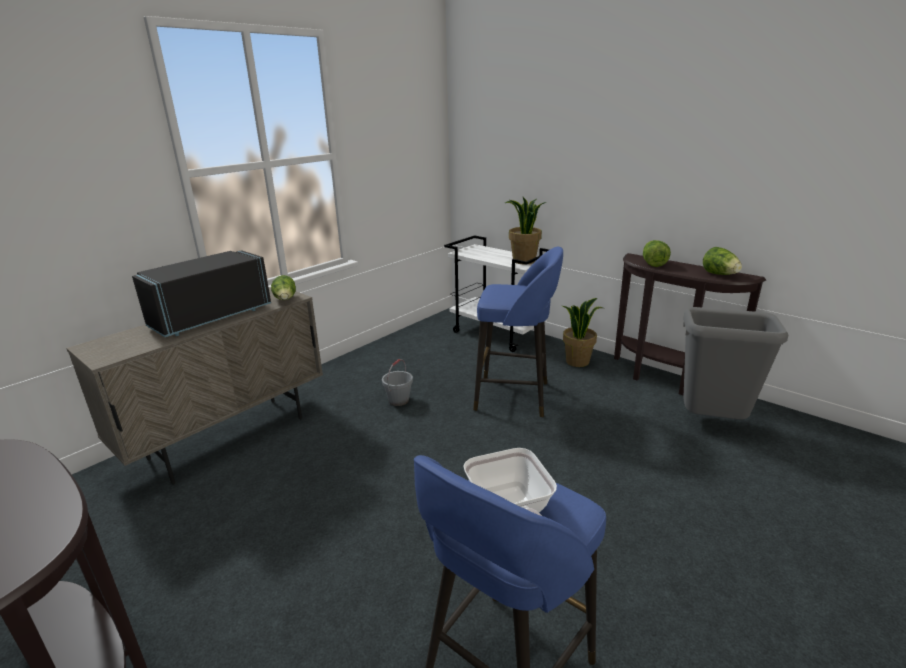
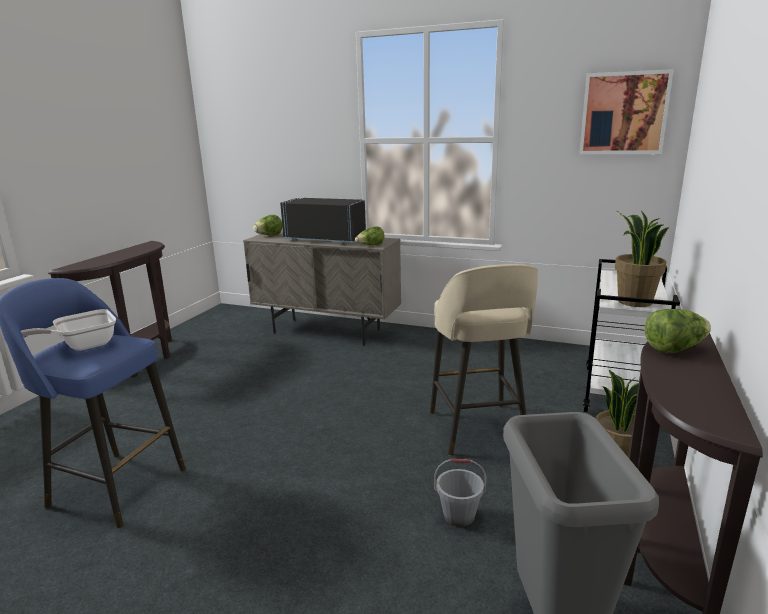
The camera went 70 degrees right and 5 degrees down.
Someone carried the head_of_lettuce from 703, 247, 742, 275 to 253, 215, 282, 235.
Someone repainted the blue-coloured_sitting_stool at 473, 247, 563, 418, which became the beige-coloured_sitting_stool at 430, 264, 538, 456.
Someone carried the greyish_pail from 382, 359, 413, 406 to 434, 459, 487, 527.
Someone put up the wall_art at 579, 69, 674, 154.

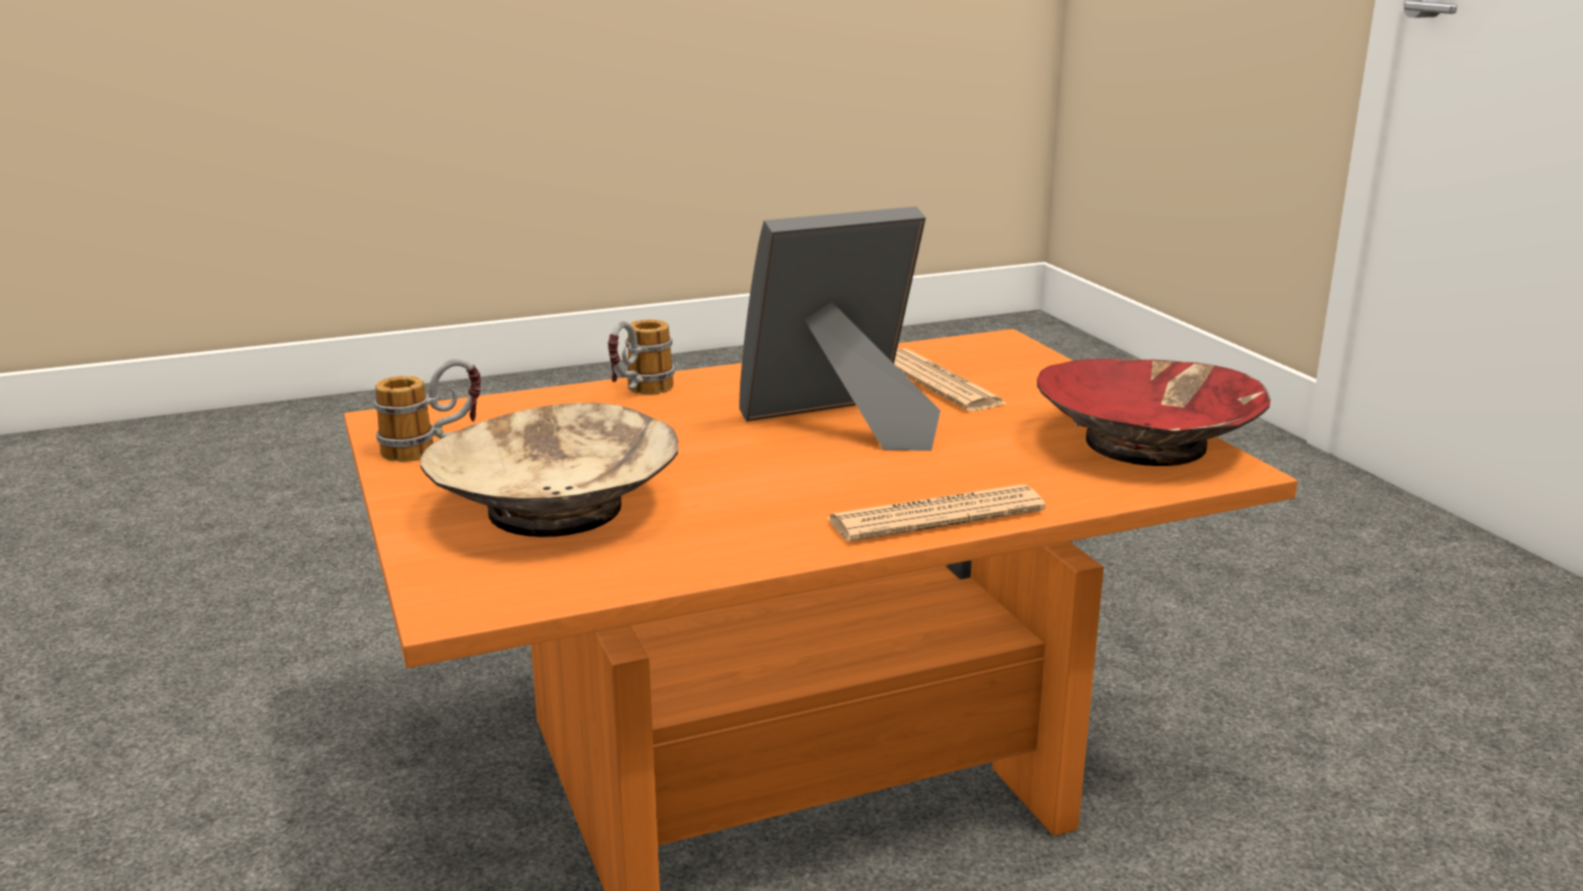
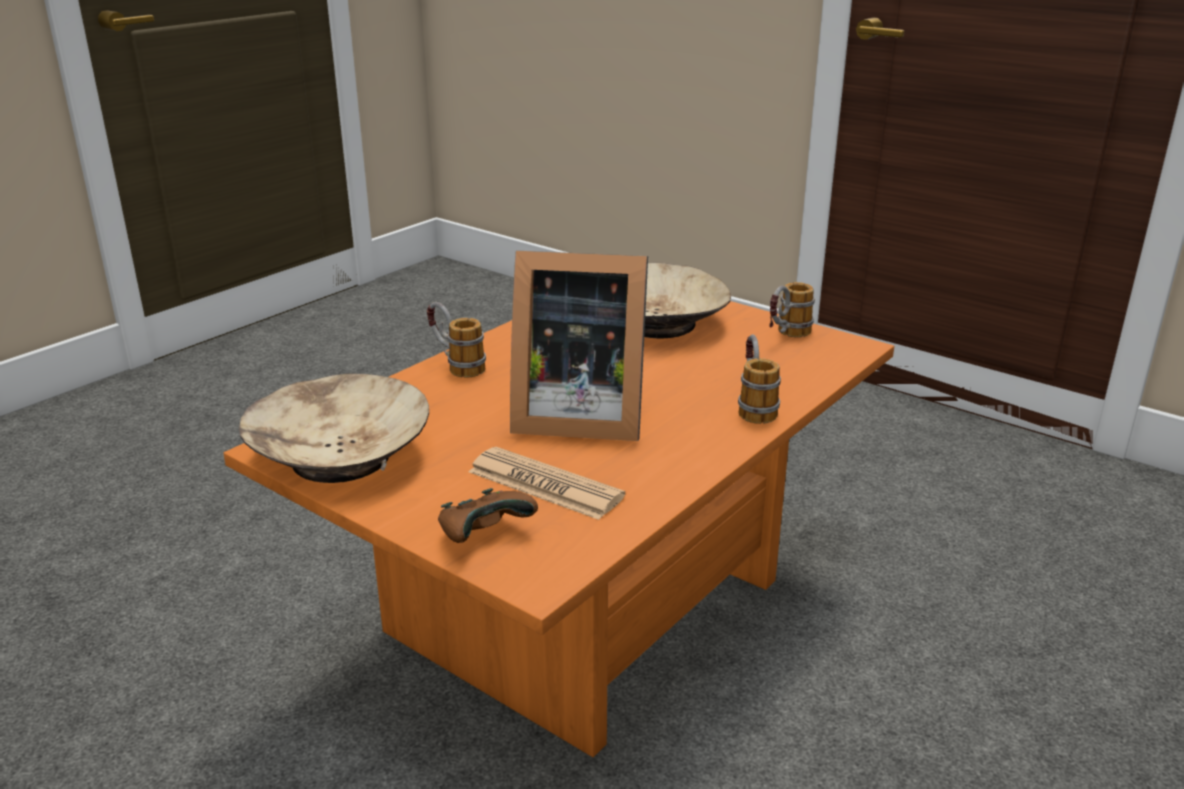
The camera went 150 degrees right and 5 degrees up.
Someone repainted the reddish_bowl at 1037, 359, 1271, 466, which became the beige-coloured_bowl at 239, 373, 429, 483.
Someone swapped the daily_paper at 828, 485, 1045, 542 for the coffee_mug at 427, 302, 486, 378.
Someone put down the brownish_joypad at 438, 488, 538, 543.
Someone rotated the picture_frame at 739, 206, 941, 451 by 60 degrees clockwise.

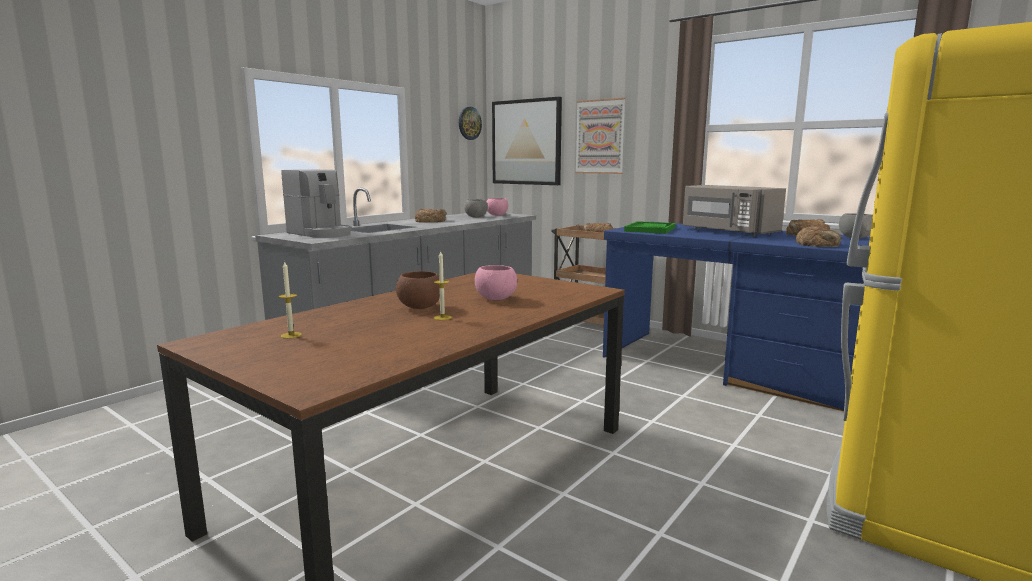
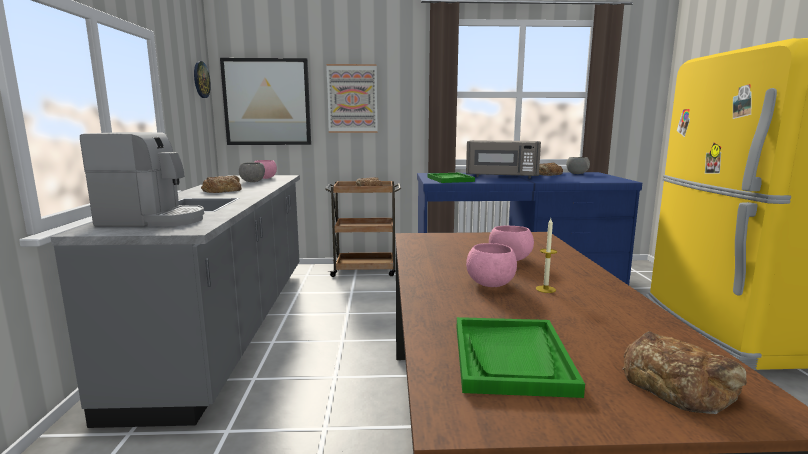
The camera went 40 degrees left and 0 degrees up.
Someone swapped the candle at 278, 262, 302, 339 for the greenish_carrying_tray at 457, 317, 585, 398.
Someone repainted the brownish_bowl at 396, 271, 440, 309, which became the pink_bowl at 466, 243, 517, 287.
Someone carried the baked_bread from 796, 225, 841, 247 to 622, 331, 747, 414.

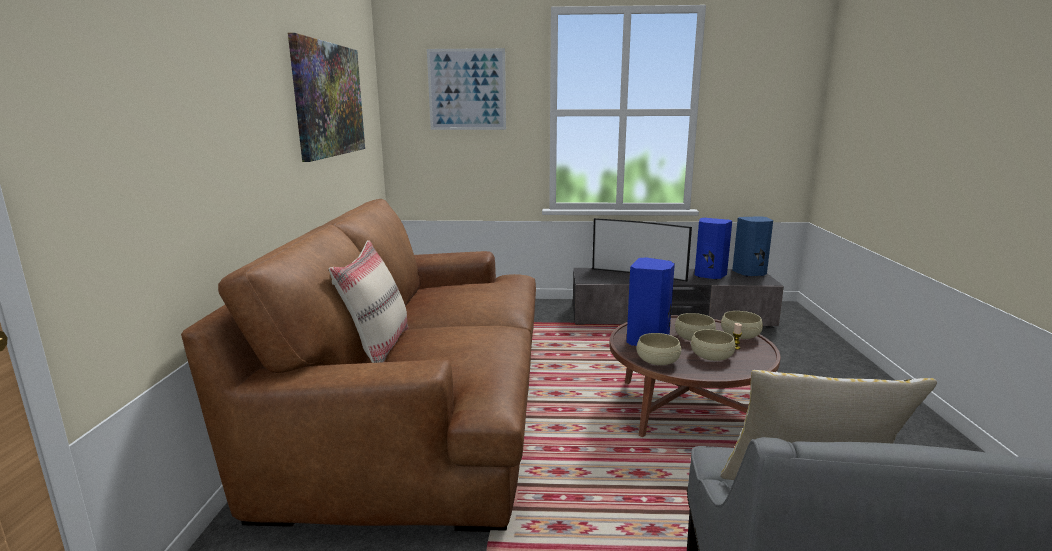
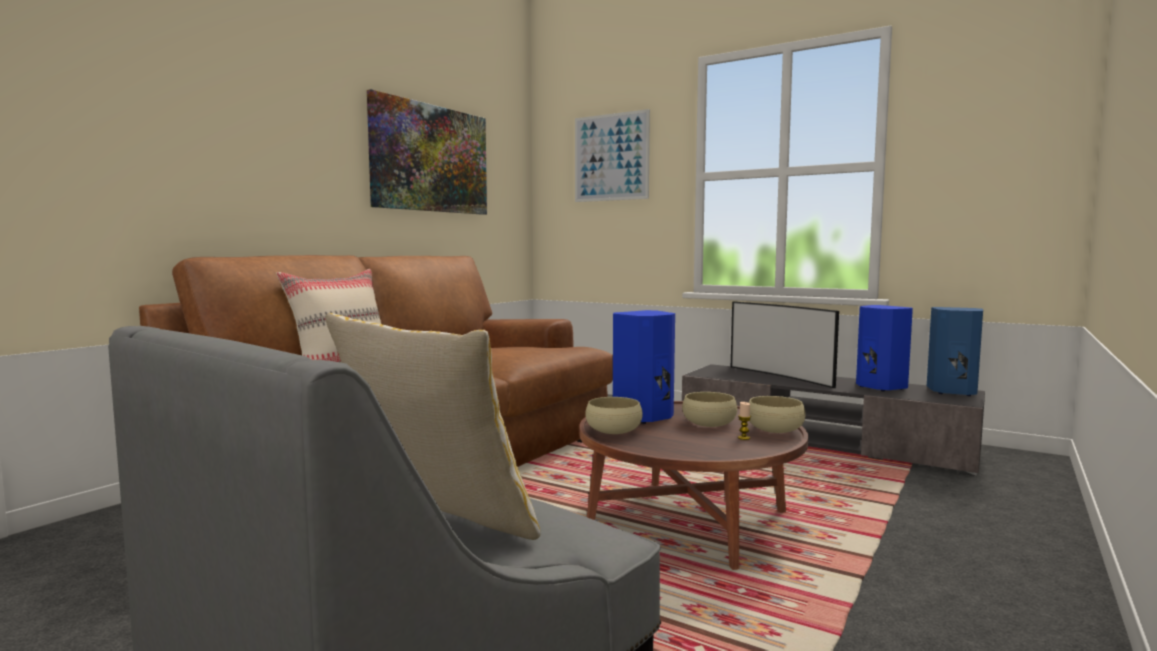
The camera went 30 degrees right and 10 degrees down.
Someone took away the beige-coloured_bowl at 691, 329, 736, 361.

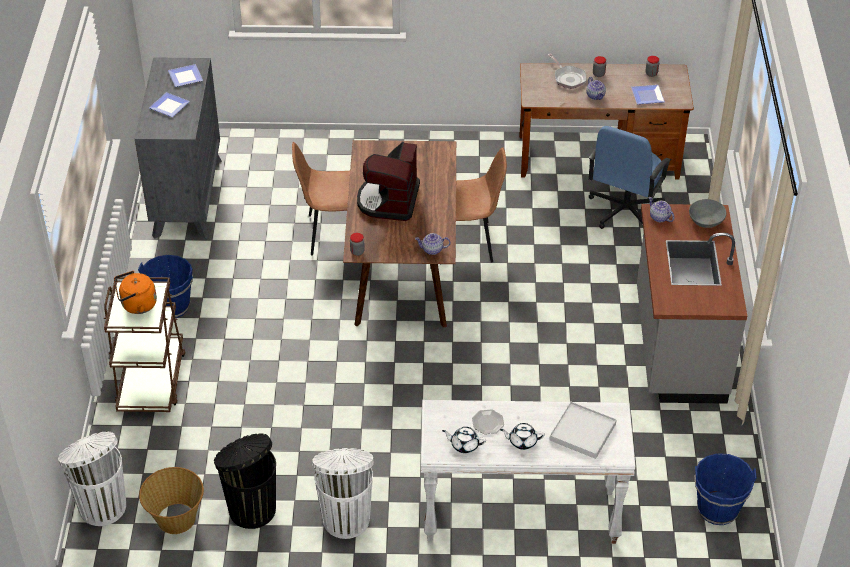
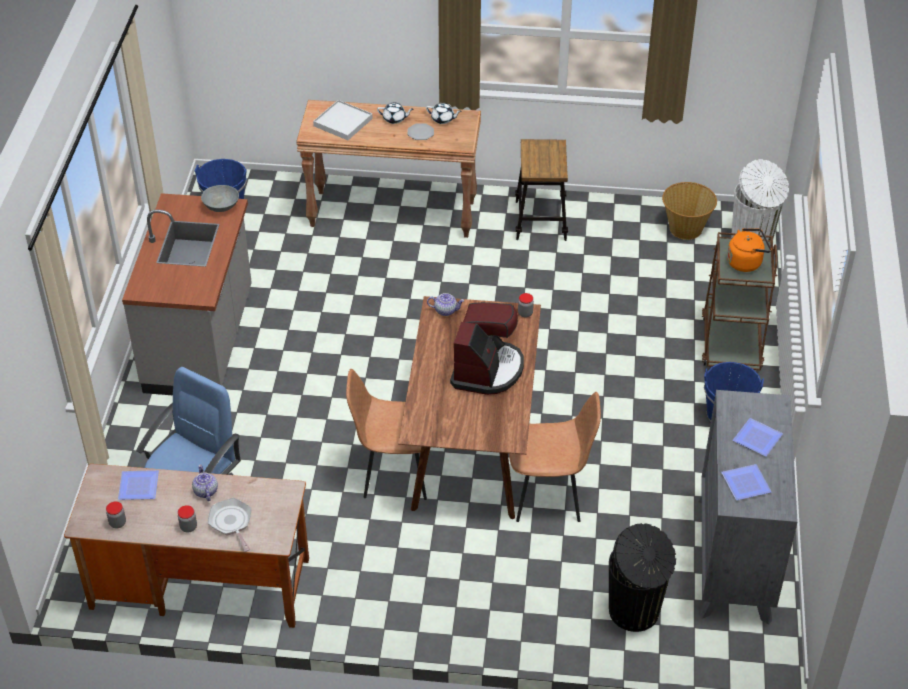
The camera went 175 degrees left and 0 degrees up.
Someone carried the greyish_bowl from 689, 199, 726, 228 to 201, 185, 239, 212.
Someone repainted the white_hall_table at 421, 400, 636, 544, which became the brownish_hall_table at 296, 100, 481, 238.
Someone swapped the white_waste_bin at 312, 448, 374, 539 for the sitting_stool at 515, 139, 568, 241.
Someone carried the black_waste_bin from 214, 433, 276, 529 to 609, 523, 676, 632.
Someone took away the teapot at 648, 197, 675, 222.

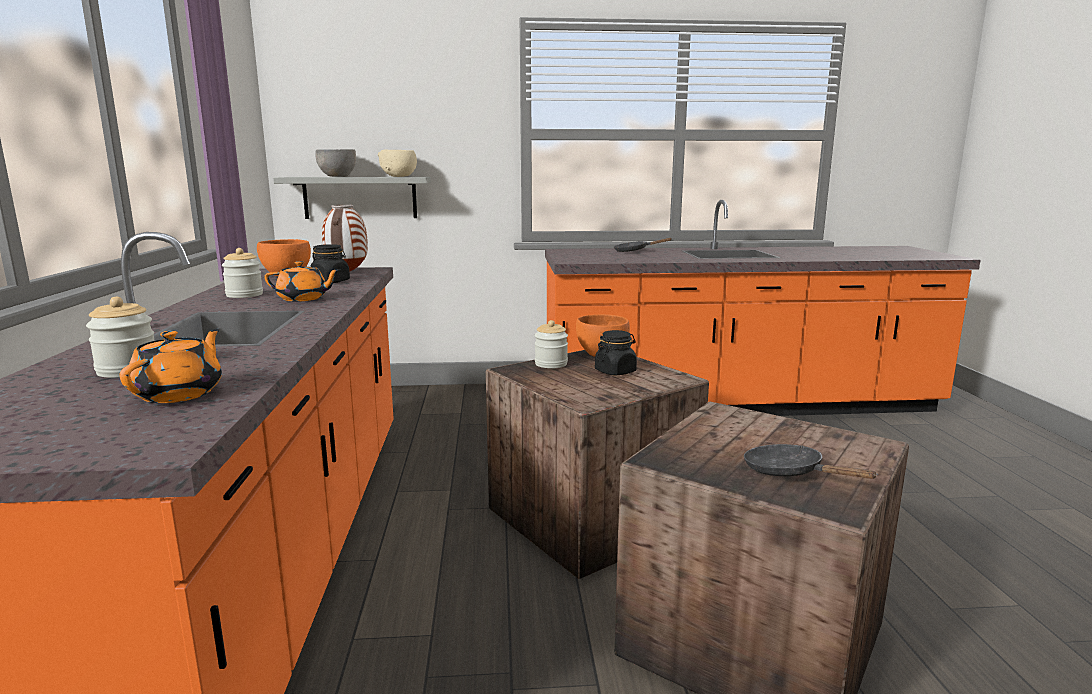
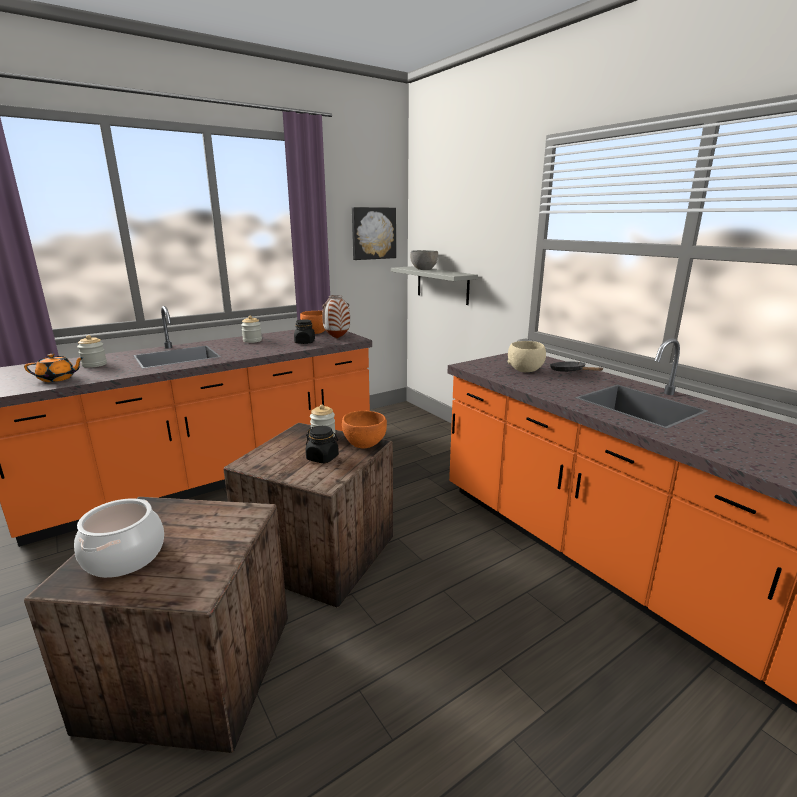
The camera went 60 degrees right and 5 degrees up.
Someone swapped the black_pan at 744, 444, 878, 479 for the cooking_pot at 74, 498, 164, 578.
Someone put up the wall_art at 352, 207, 396, 260.
Someone carried the beige-coloured_bowl from 378, 149, 417, 177 to 507, 341, 546, 372.
Someone took away the orange-coloured_teapot at 264, 261, 340, 302.

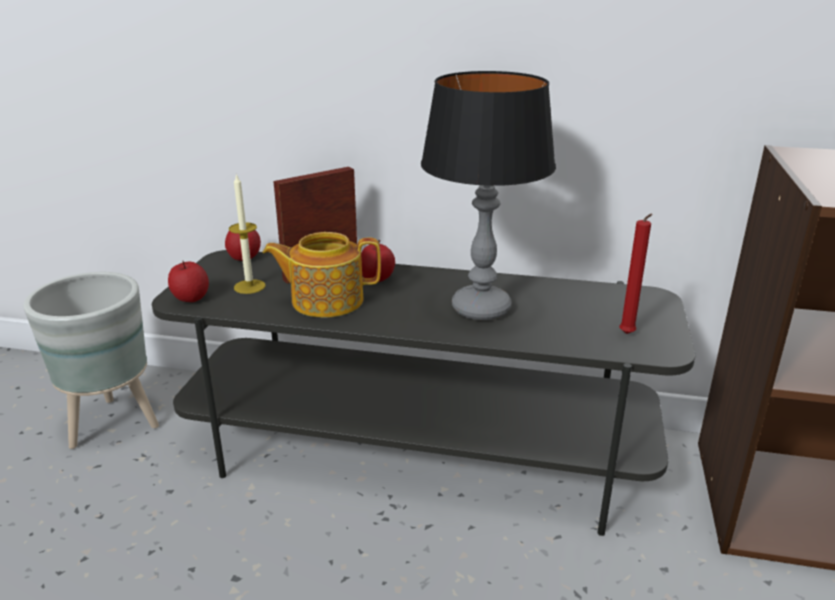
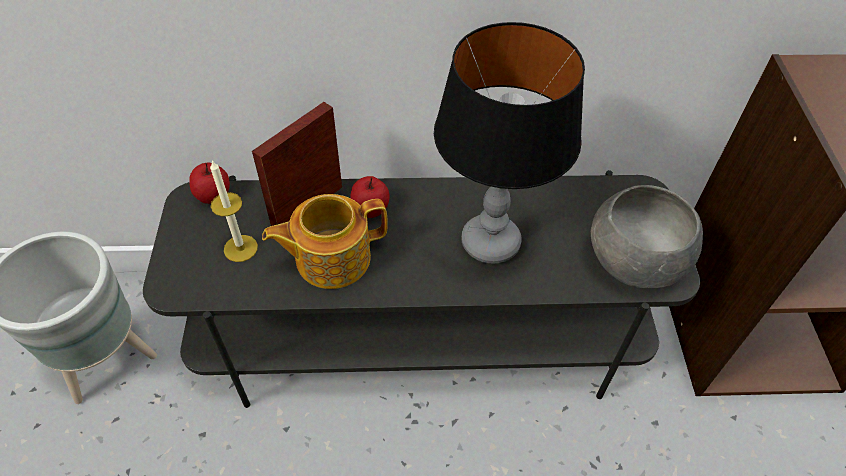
The camera went 15 degrees left and 25 degrees up.
Someone swapped the reddish_candle at 619, 214, 652, 334 for the greyish_bowl at 591, 185, 703, 288.
Someone took away the apple_fruit at 168, 261, 209, 302.

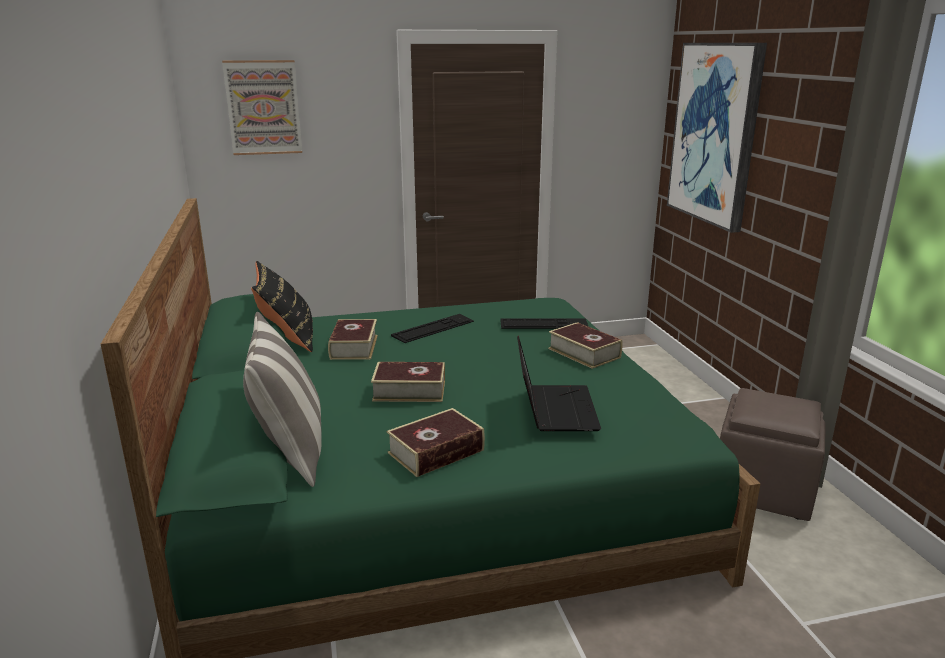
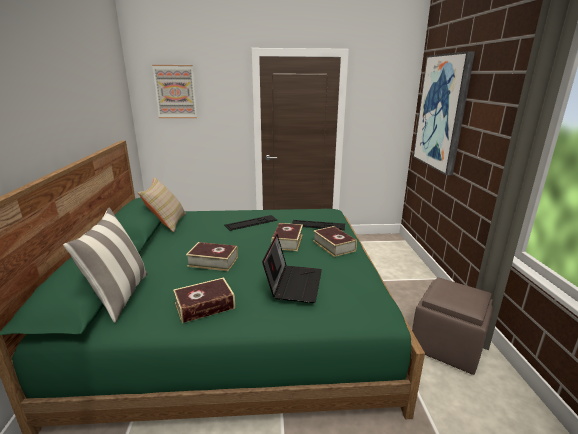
The camera went 10 degrees right and 0 degrees up.
Someone repainted the black_pillow at 251, 261, 313, 352, which became the beige-coloured_pillow at 138, 177, 186, 232.
Someone carried the volume from 328, 319, 378, 360 to 271, 223, 303, 251.

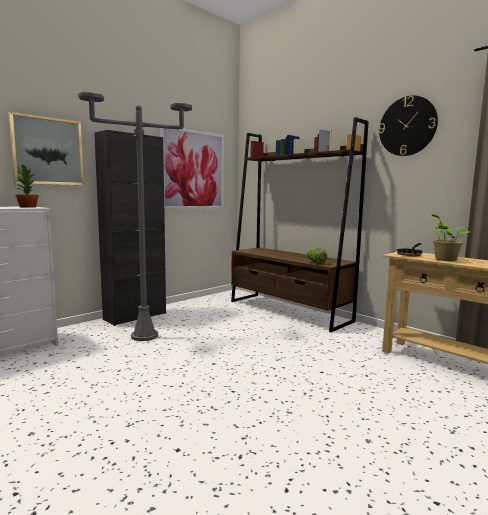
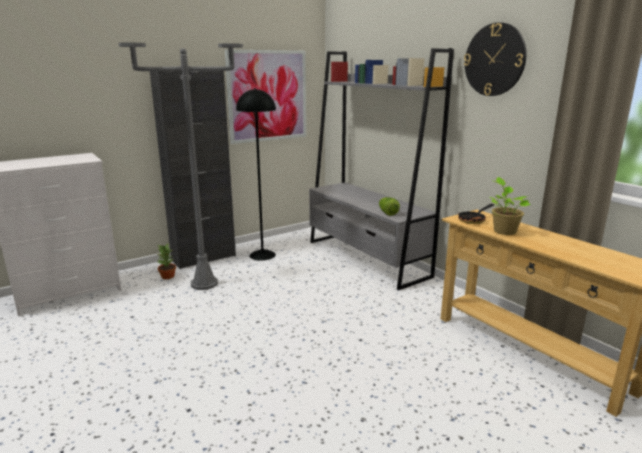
The camera went 10 degrees right and 10 degrees up.
Someone carried the houseplant from 15, 164, 39, 208 to 157, 244, 176, 279.
Someone put down the black_floor_lamp at 236, 88, 276, 261.
Someone repainted the brownish_bookcase at 231, 117, 369, 332, which became the greyish_bookcase at 309, 48, 454, 290.
Someone took away the wall_art at 8, 112, 84, 185.

